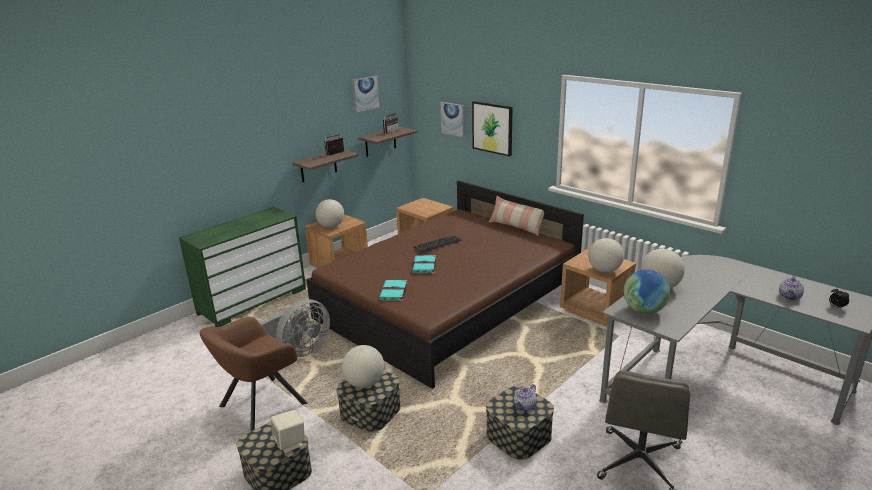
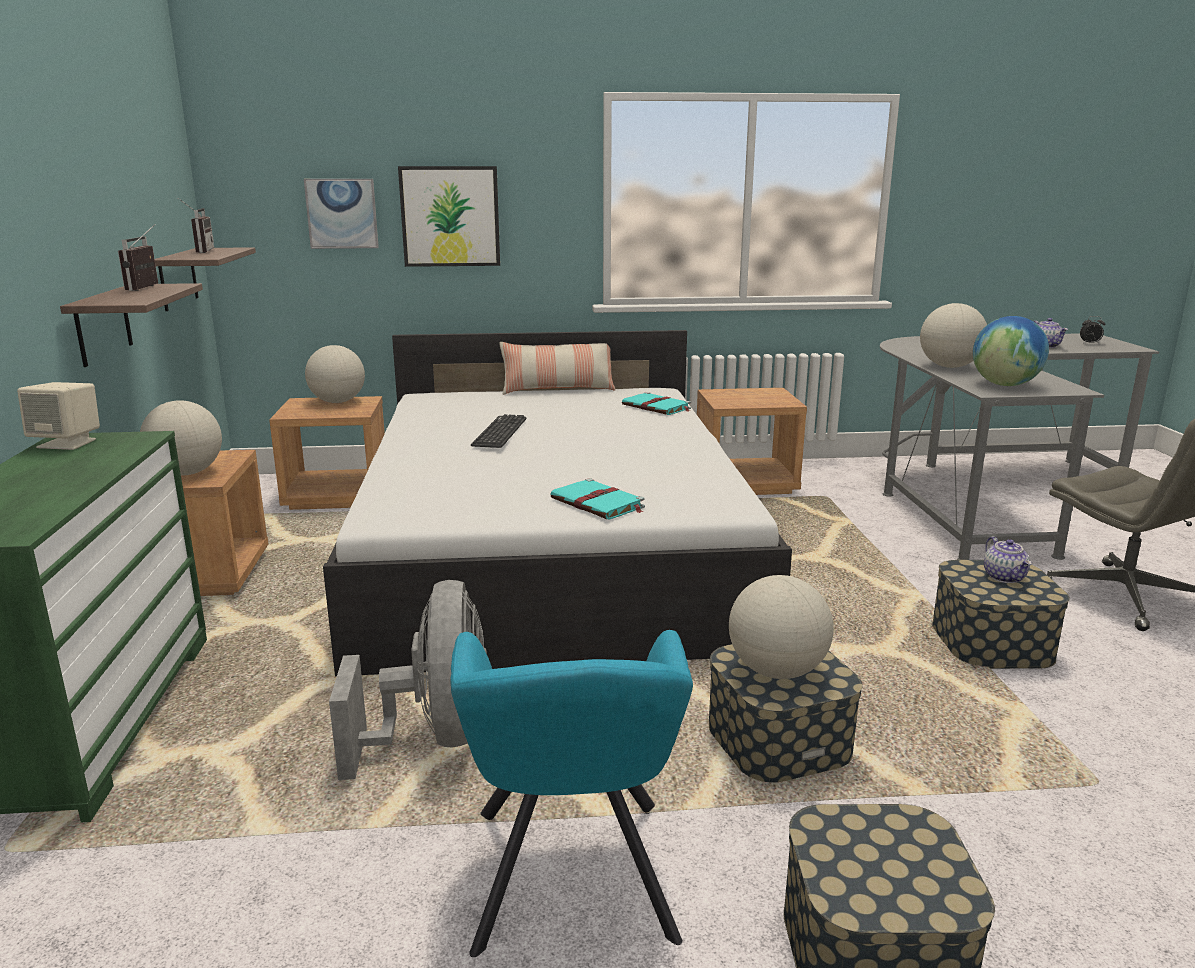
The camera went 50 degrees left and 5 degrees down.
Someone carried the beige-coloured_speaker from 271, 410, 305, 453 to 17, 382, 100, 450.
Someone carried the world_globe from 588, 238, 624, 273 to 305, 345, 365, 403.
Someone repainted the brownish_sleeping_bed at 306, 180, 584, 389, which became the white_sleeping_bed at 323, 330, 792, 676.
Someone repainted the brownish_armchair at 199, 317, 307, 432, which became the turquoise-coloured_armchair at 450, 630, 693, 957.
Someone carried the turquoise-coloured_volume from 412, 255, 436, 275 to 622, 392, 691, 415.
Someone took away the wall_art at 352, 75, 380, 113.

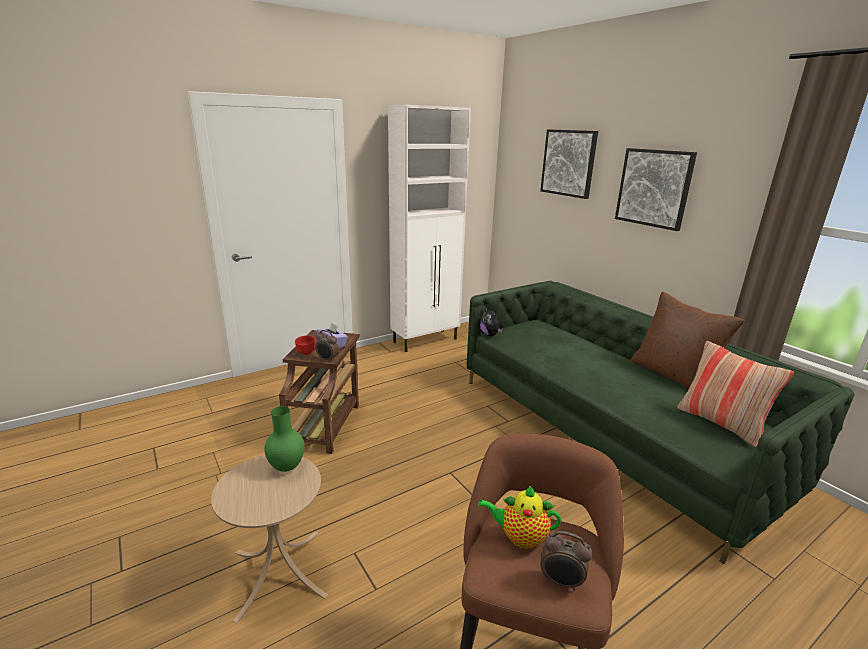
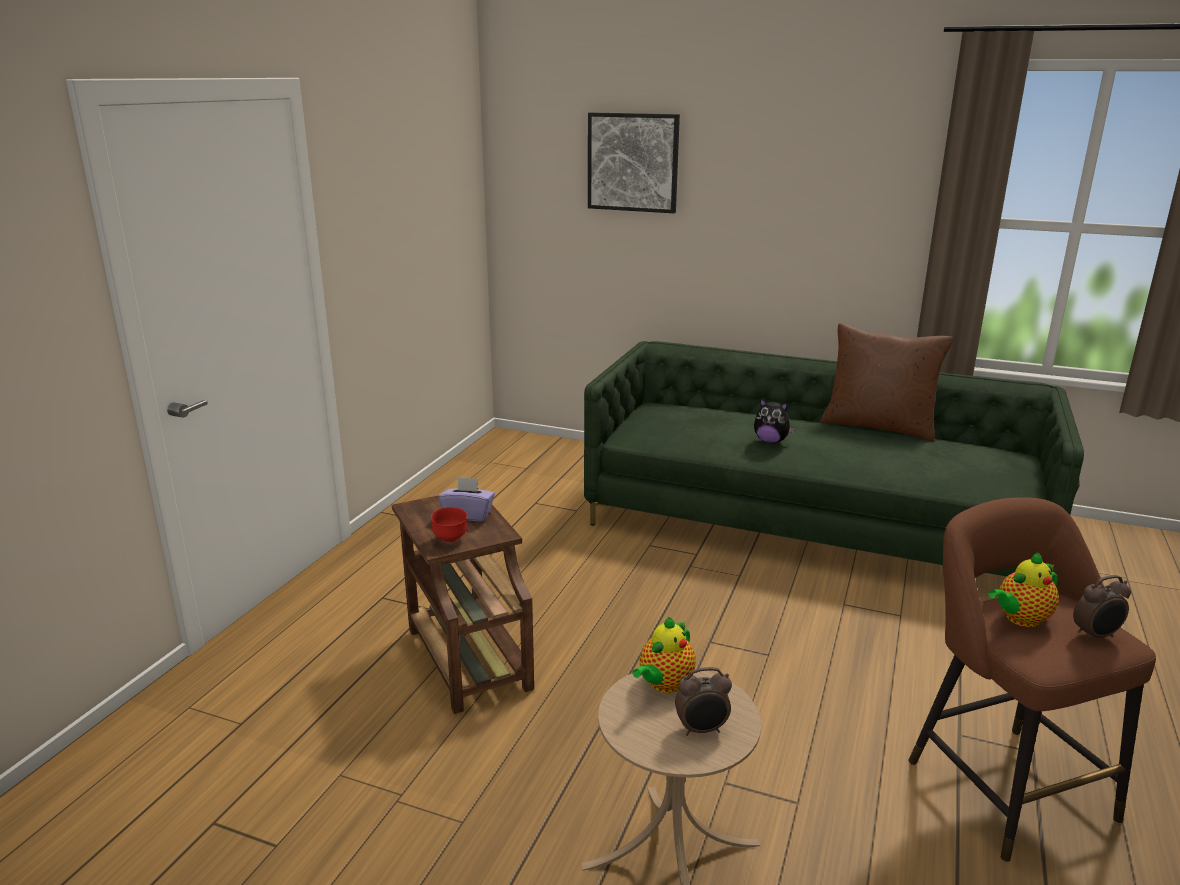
The camera went 35 degrees left and 0 degrees up.
Someone swapped the greenish_decorative_vase at 264, 406, 305, 472 for the teapot at 632, 616, 696, 693.
Someone carried the table_clock from 315, 330, 339, 363 to 675, 667, 732, 736.
Someone carried the plush_toy from 480, 307, 503, 336 to 754, 398, 795, 444.
Someone took away the white_cabinet at 388, 105, 471, 352.
Someone took away the wall_art at 615, 148, 697, 231.
Someone took away the pillow at 677, 341, 794, 447.

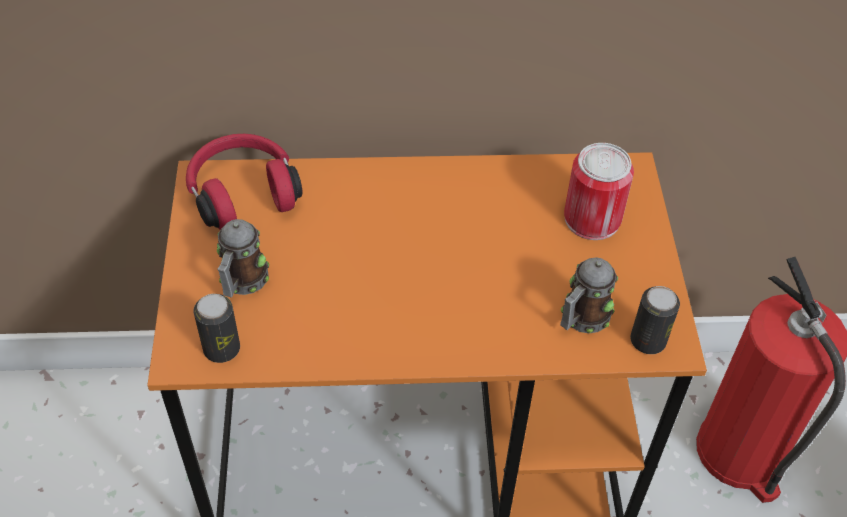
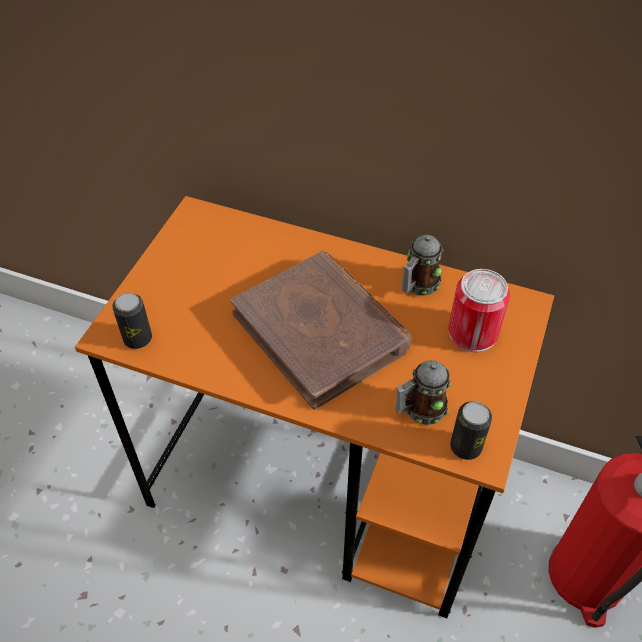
The camera went 25 degrees right and 0 degrees up.
Someone put down the brownish_volume at 231, 251, 412, 410.
Someone carried the coffee_mug from 217, 219, 269, 298 to 401, 235, 444, 296.
Someone took away the reddish_pair_of_headphones at 186, 134, 302, 230.

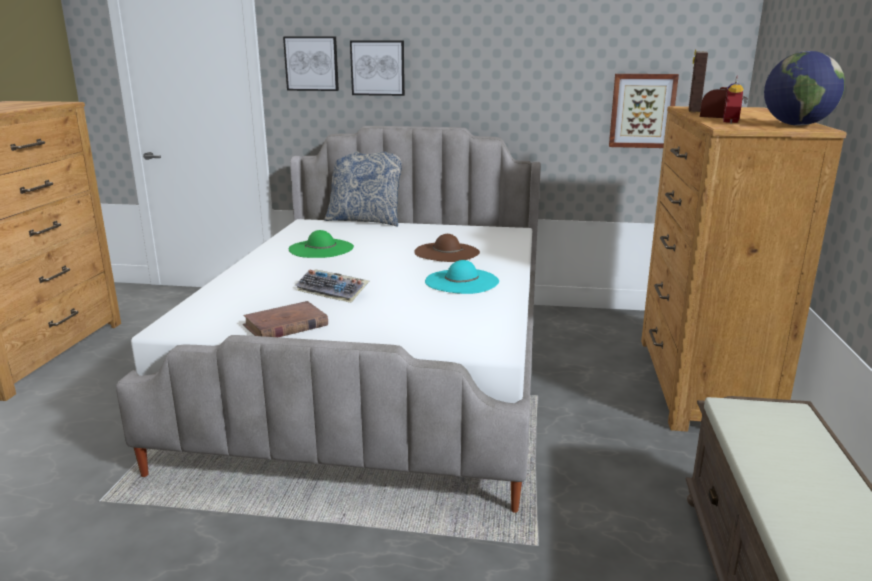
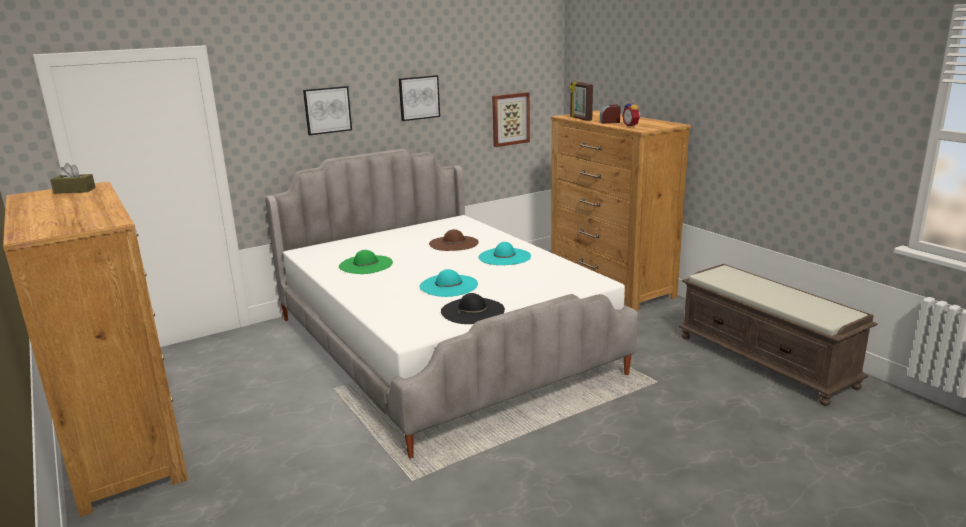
The camera went 40 degrees left and 0 degrees up.
Someone put down the brownish_tissue_holder at 50, 163, 96, 194.
Someone carried the wall_art from 283, 36, 339, 91 to 399, 75, 440, 121.
Someone swapped the PC_keyboard at 295, 269, 369, 303 for the turquoise-coloured_hat at 419, 269, 478, 297.
Someone swapped the brownish_volume at 243, 301, 328, 337 for the black_hat at 441, 293, 505, 324.
Someone took away the pillow at 325, 151, 402, 226.
Someone took away the world_globe at 764, 51, 845, 126.

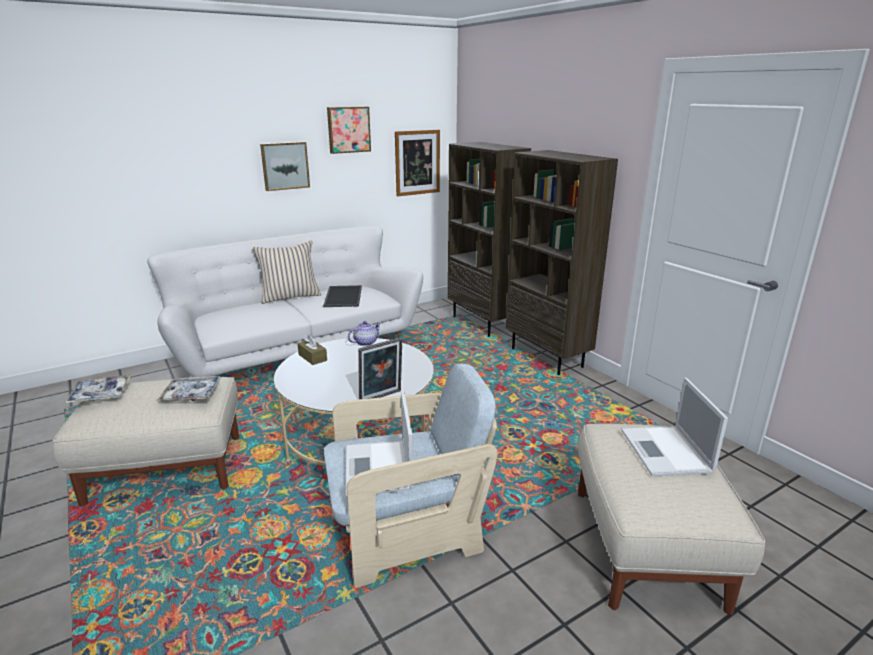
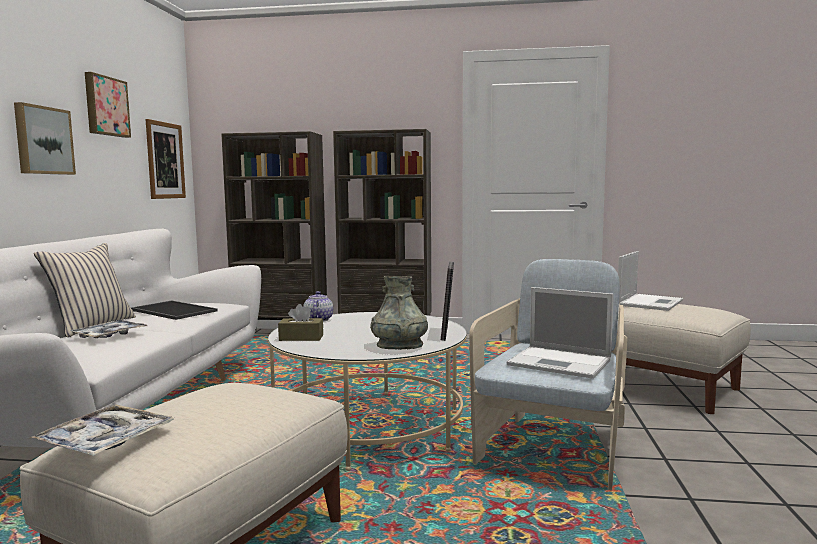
The camera went 50 degrees left and 15 degrees down.
Someone carried the carrying_tray from 156, 377, 221, 401 to 70, 320, 147, 338.
Someone put down the greyish_decorative_vase at 370, 276, 428, 350.
Someone rotated the notebook_computer at 621, 378, 728, 477 by 90 degrees counterclockwise.

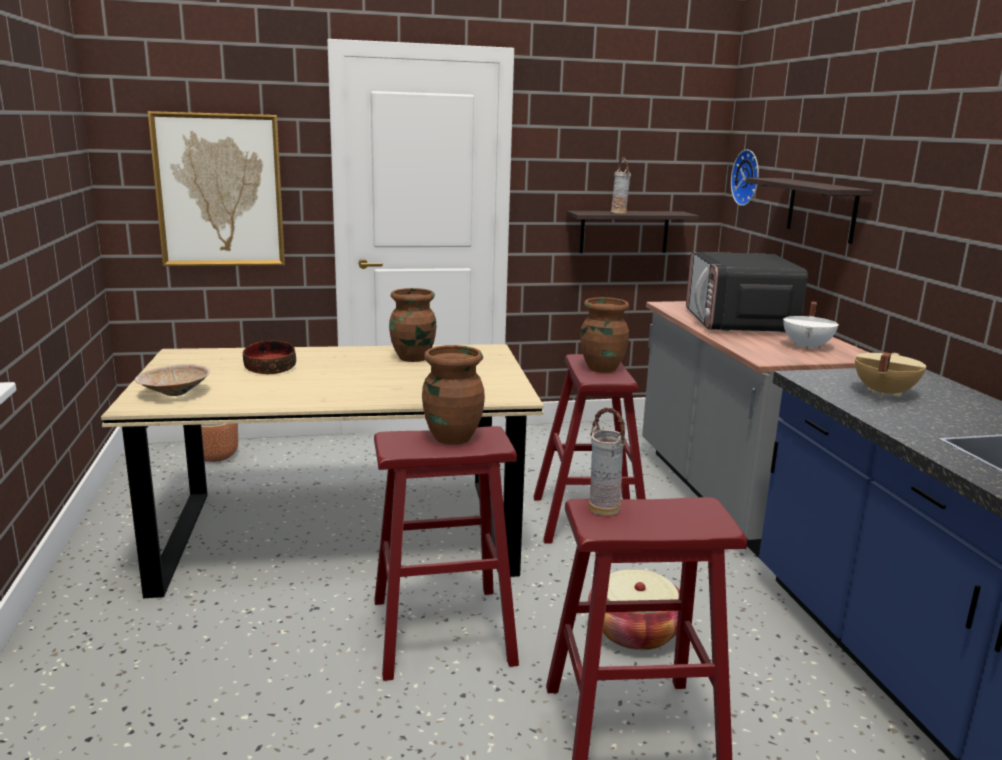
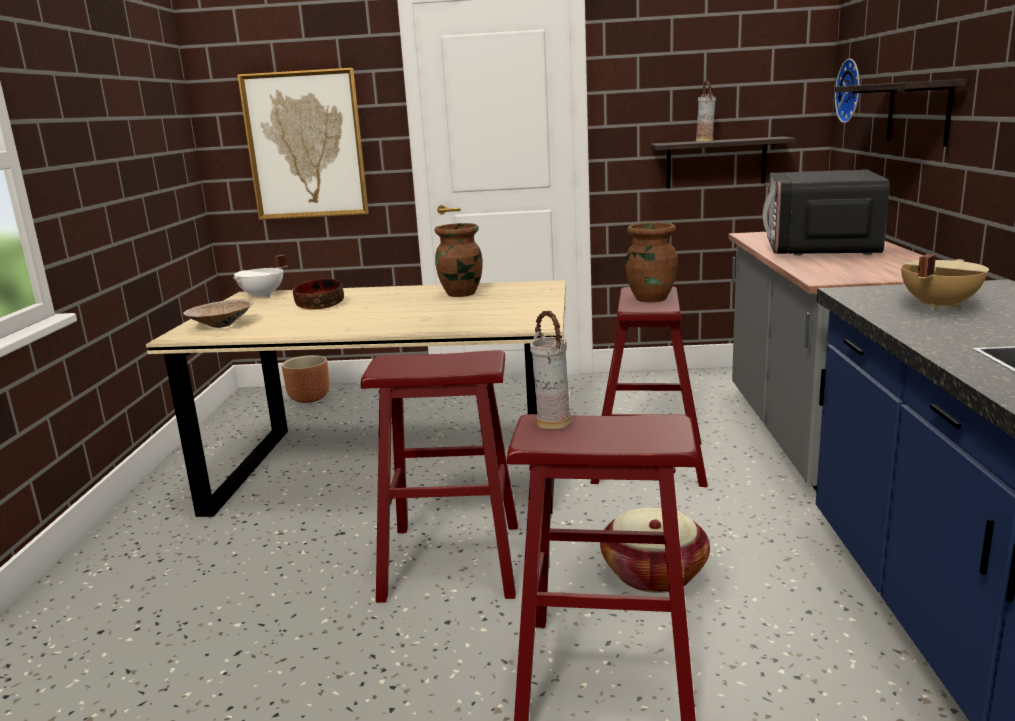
The camera went 15 degrees right and 0 degrees up.
Someone carried the white_cooking_pot from 783, 301, 839, 350 to 233, 254, 288, 298.
Someone took away the brownish_decorative_vase at 422, 345, 485, 445.

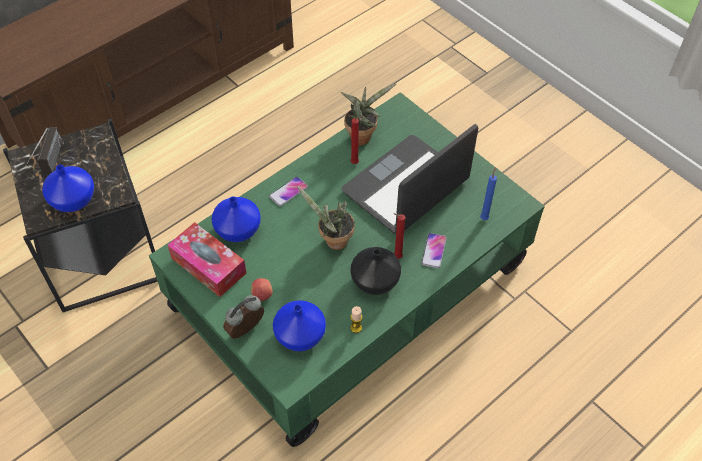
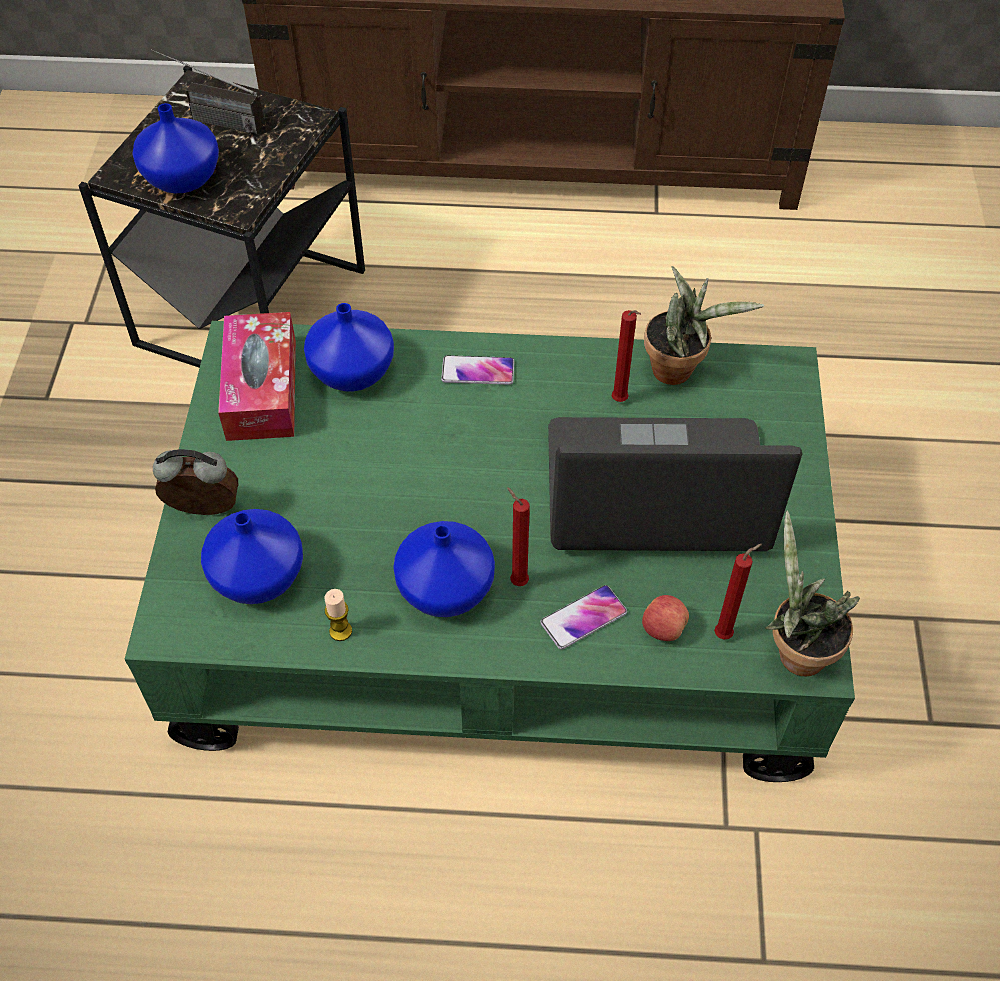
The camera went 45 degrees right and 0 degrees up.
Someone rotated the radio_set at 25, 127, 64, 173 by 60 degrees clockwise.
Someone repainted the black_decorative_vase at 351, 247, 401, 295, which became the blue-coloured_decorative_vase at 393, 521, 495, 617.
Someone carried the apple_fruit from 250, 278, 273, 301 to 642, 595, 689, 641.
Someone repainted the blue-coloured_candle at 480, 167, 497, 220, which became the reddish_candle at 714, 544, 762, 640.
Someone carried the houseplant from 298, 187, 355, 250 to 765, 510, 860, 676.

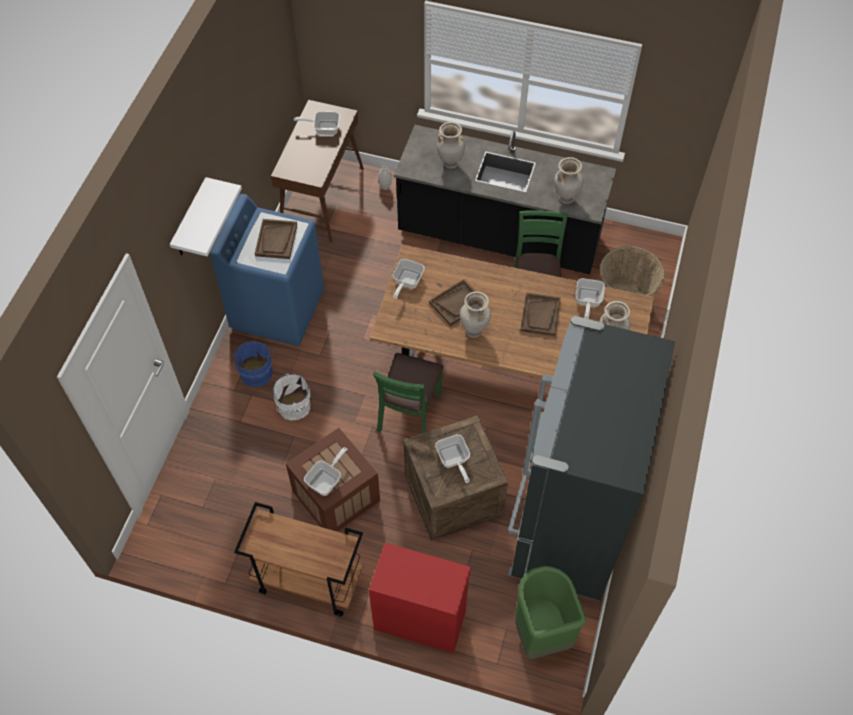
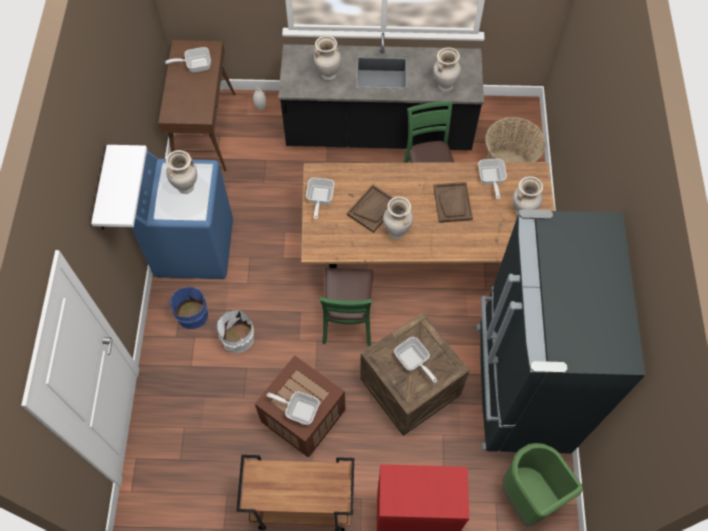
The camera went 15 degrees left and 5 degrees up.
Someone swapped the brownish_carrying_tray at 255, 219, 297, 259 for the beige-coloured_decorative_vase at 166, 150, 197, 194.
Someone rotated the pan at 304, 447, 347, 496 by 90 degrees counterclockwise.

